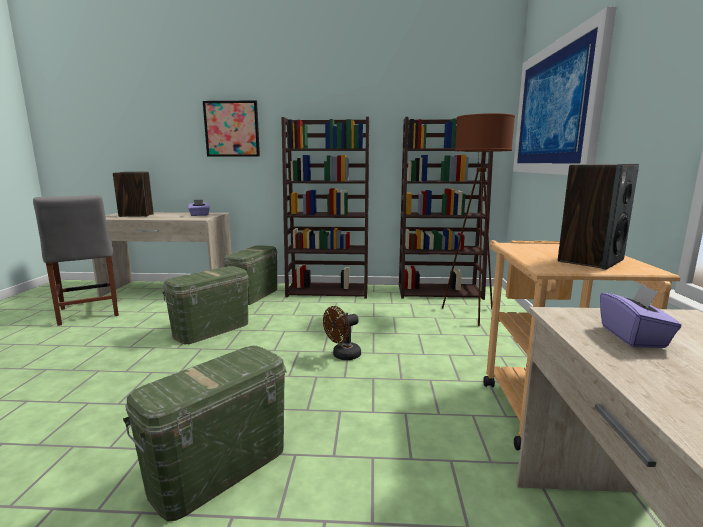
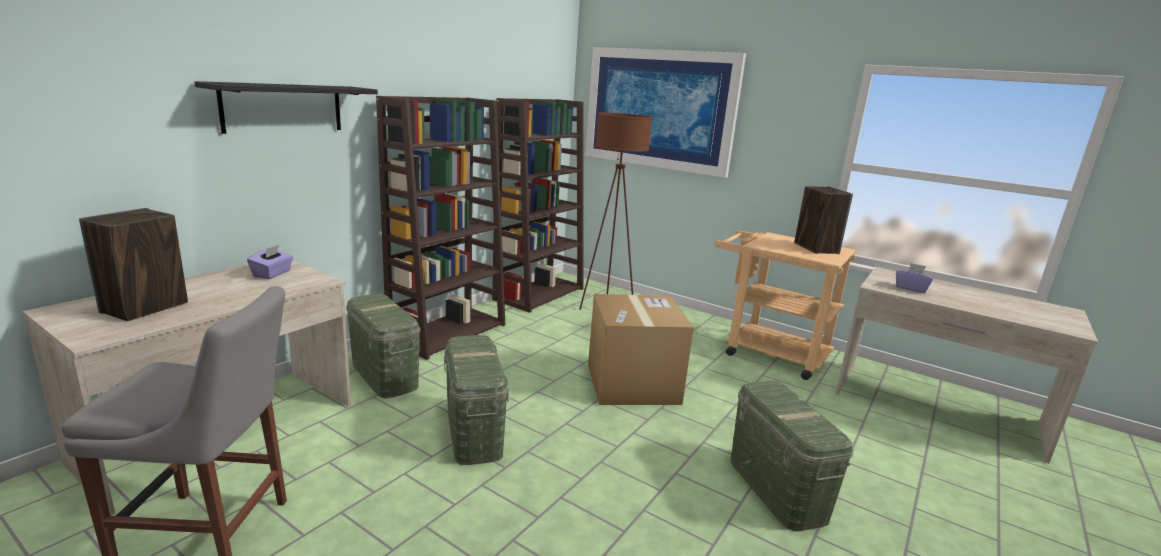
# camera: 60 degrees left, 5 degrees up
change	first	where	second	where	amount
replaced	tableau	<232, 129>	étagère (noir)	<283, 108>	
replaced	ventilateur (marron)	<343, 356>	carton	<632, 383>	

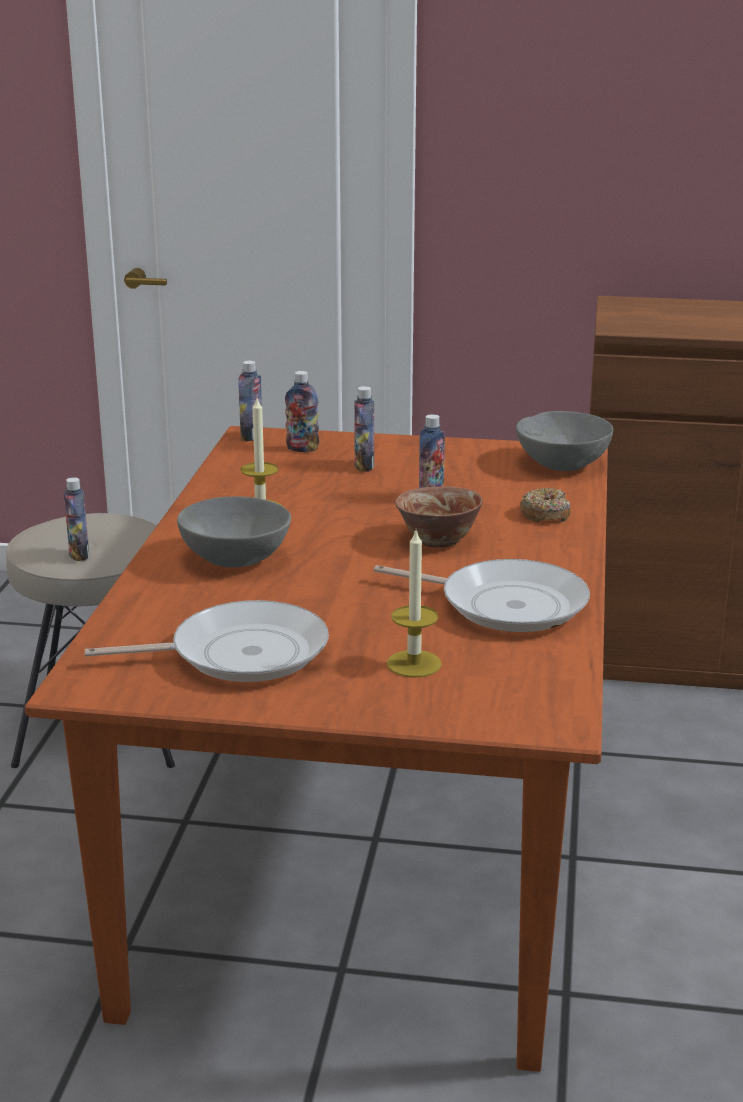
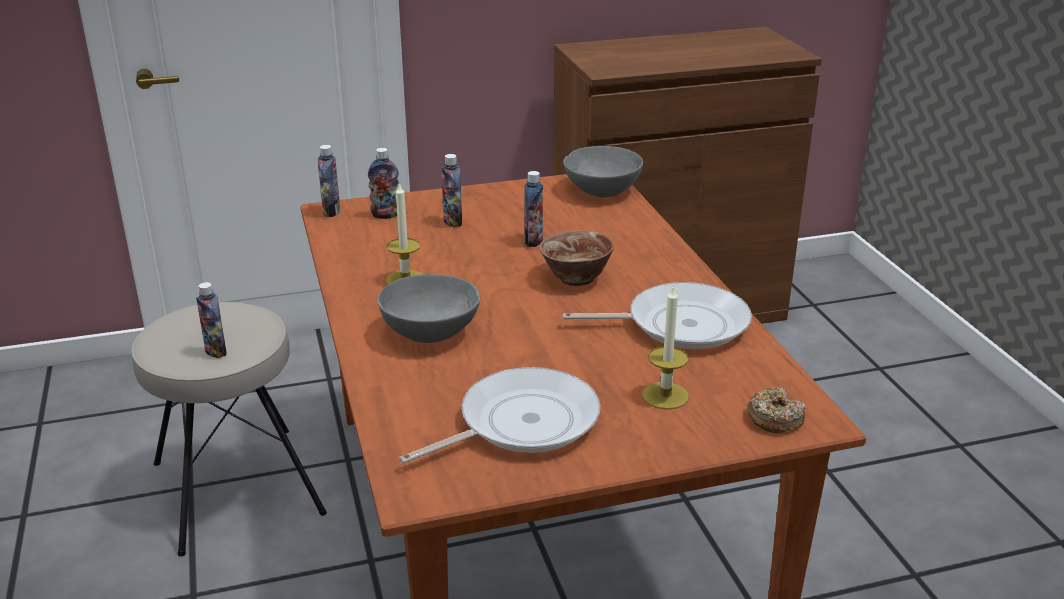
# camera: 25 degrees left, 5 degrees up
change	first	where	second	where	amount
moved	beignet	<545, 514>		<774, 419>	

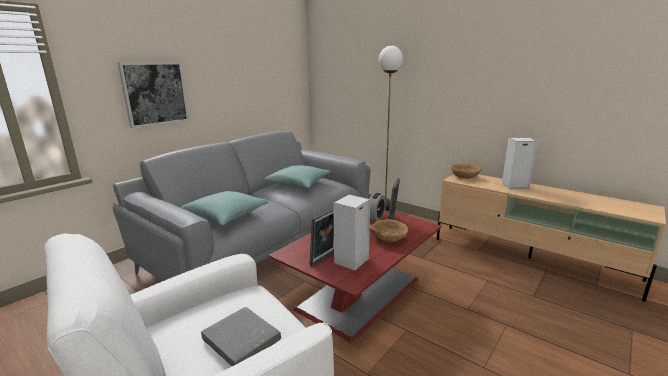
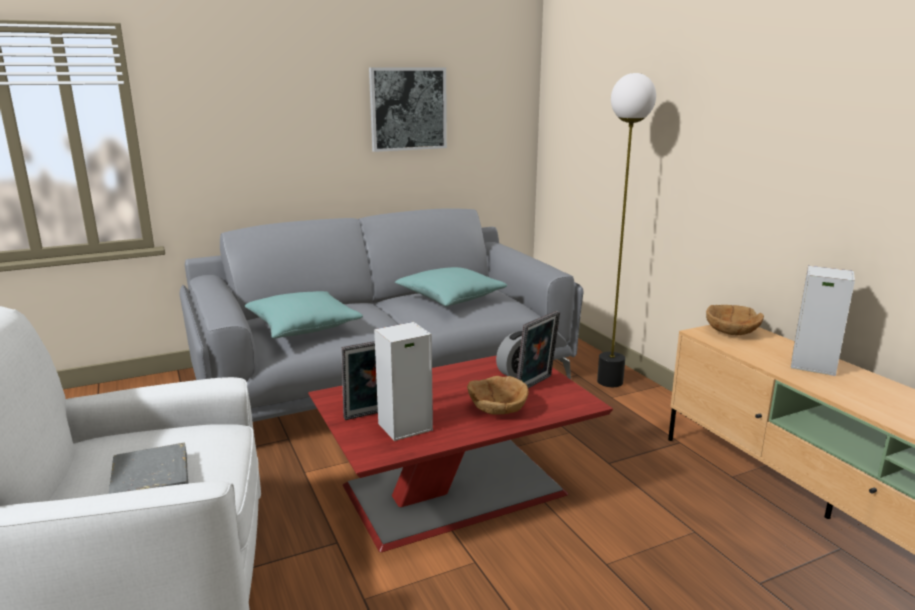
# camera: 25 degrees right, 0 degrees up
change	first	where	second	where	amount
moved	tableau	<155, 93>		<408, 109>	

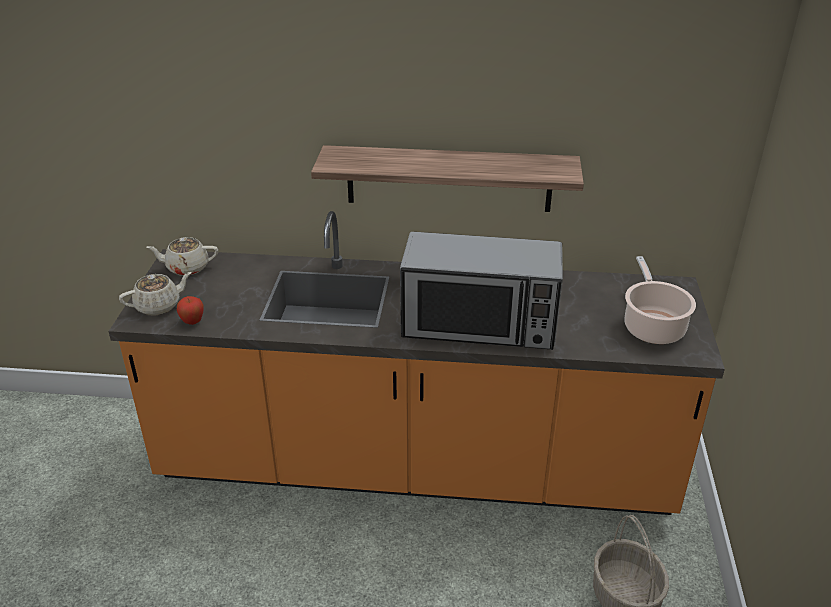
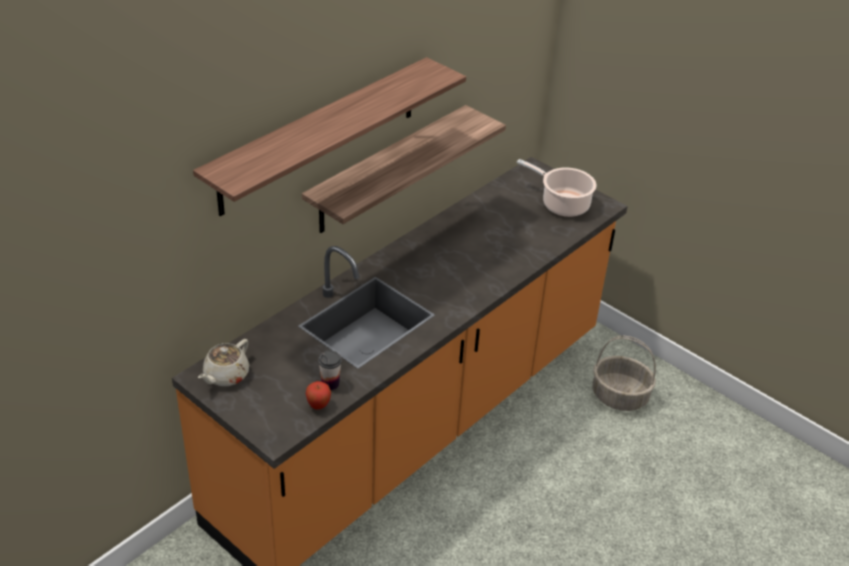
# camera: 55 degrees left, 5 degrees up
change	first	where	second	where	amount
added			étagère	<320, 135>	
added			tasse	<330, 384>	
removed	théière (beige)	<159, 306>			
removed	micro-ondes	<479, 324>			

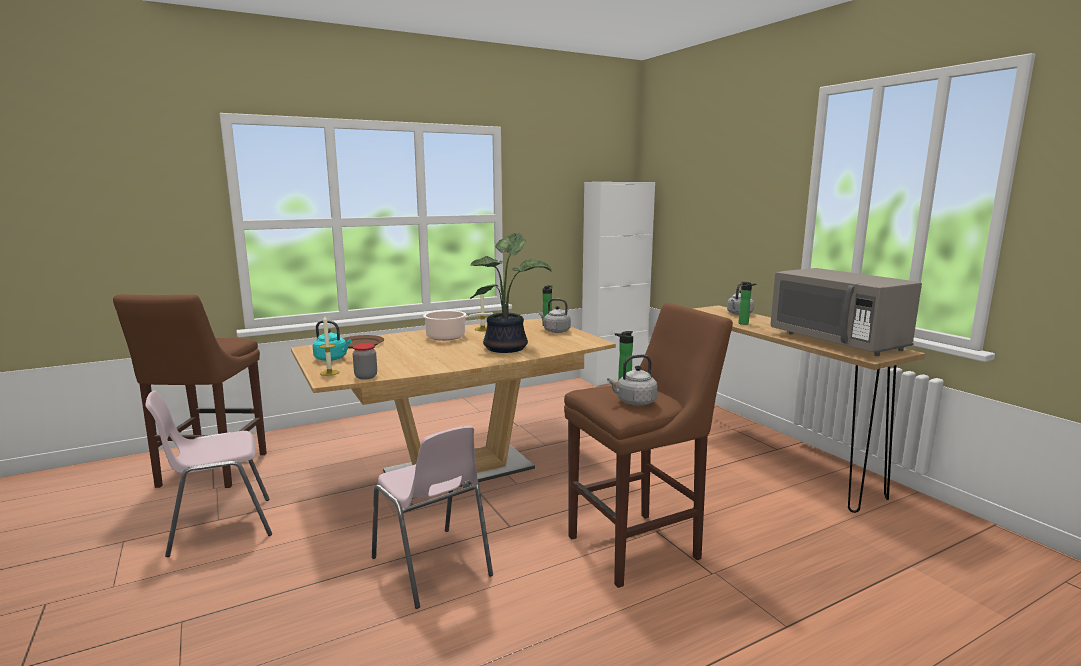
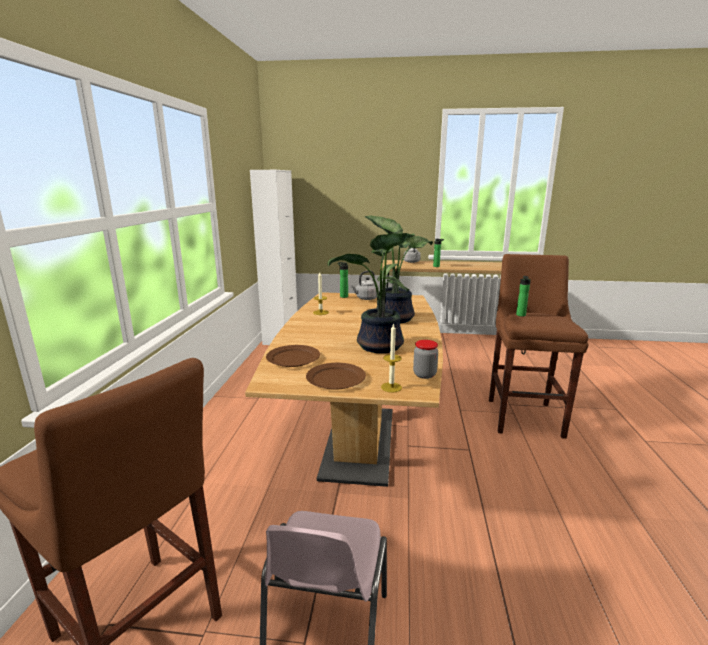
# camera: 55 degrees left, 5 degrees up
change	first	where	second	where	amount
replaced	bouilloire (turquoise)	<332, 359>	assiette (marron)	<336, 378>	
added			plante en pot	<379, 347>	
removed	chaise (rose)	<432, 567>			
removed	marmite	<449, 337>			
removed	bouilloire (gris)	<634, 402>			
removed	micro-ondes (gris)	<837, 341>			

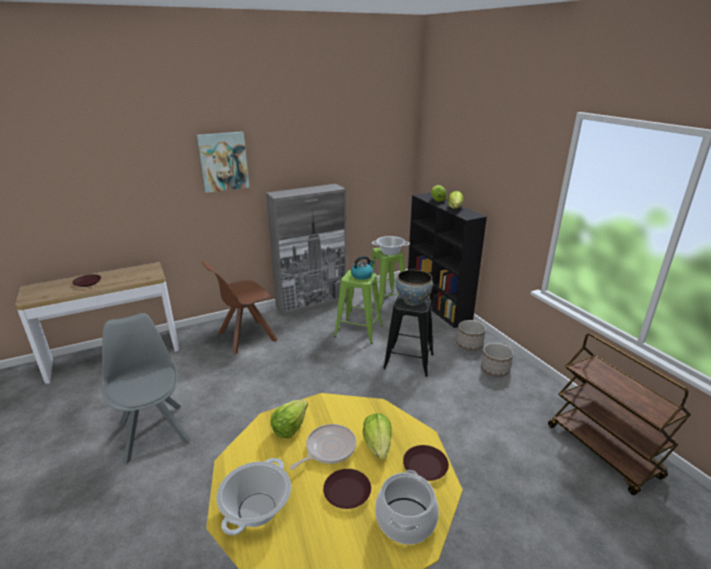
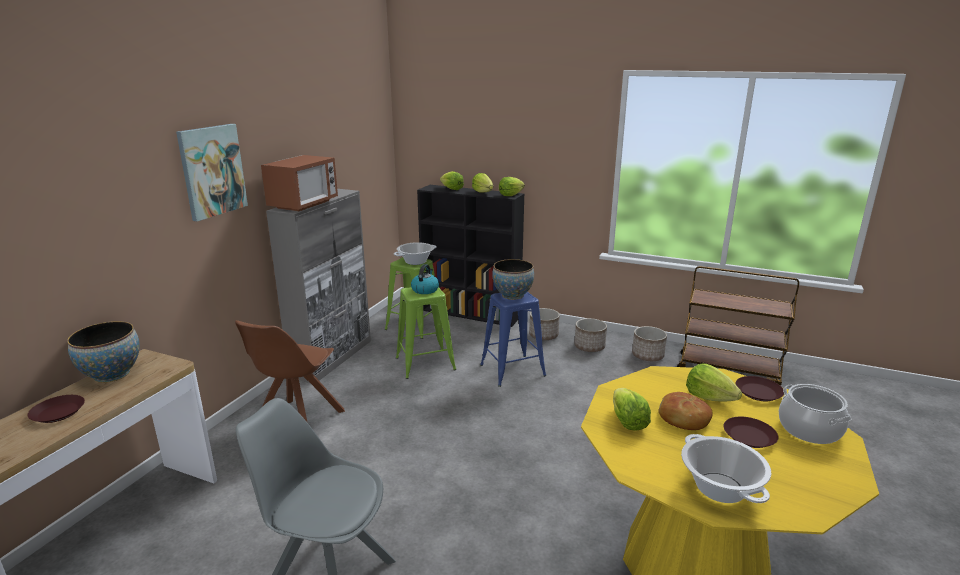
# camera: 40 degrees left, 5 degrees down
change	first	where	second	where	amount
added			bol	<112, 374>	
added			micro-ondes	<304, 204>	
recoloured	tabouret (noir)	<408, 361>	tabouret (bleu)	<512, 370>	
added			laitue	<510, 195>	
added			cache-pot	<648, 356>	
replaced	poêle	<328, 449>	pain	<683, 418>	

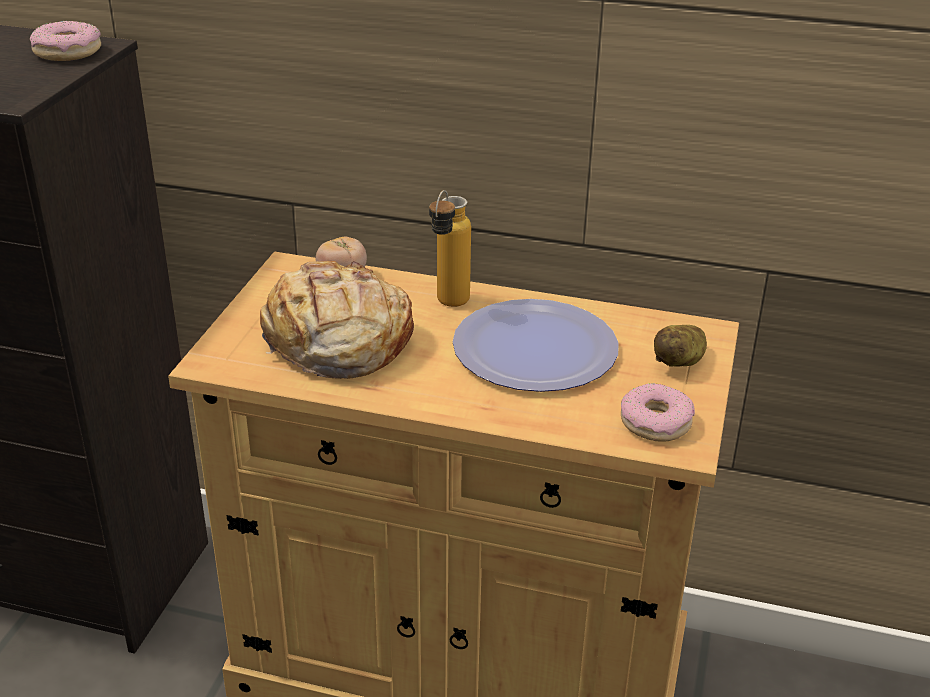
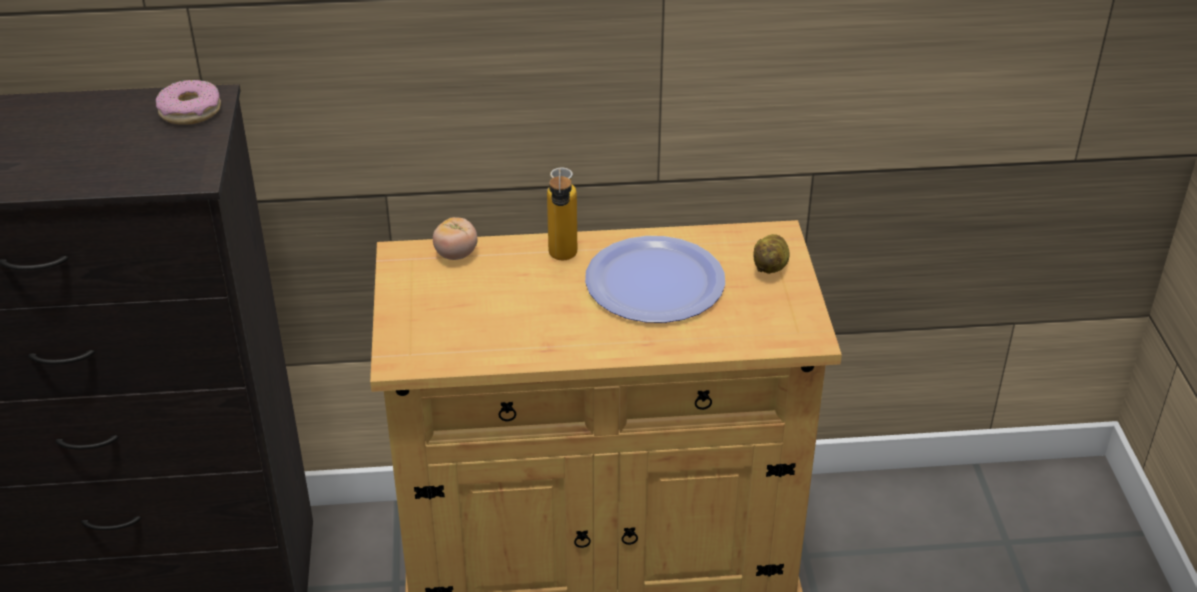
# camera: 20 degrees left, 5 degrees up
change	first	where	second	where	amount
removed	pain	<336, 342>			
removed	beignet	<656, 422>			

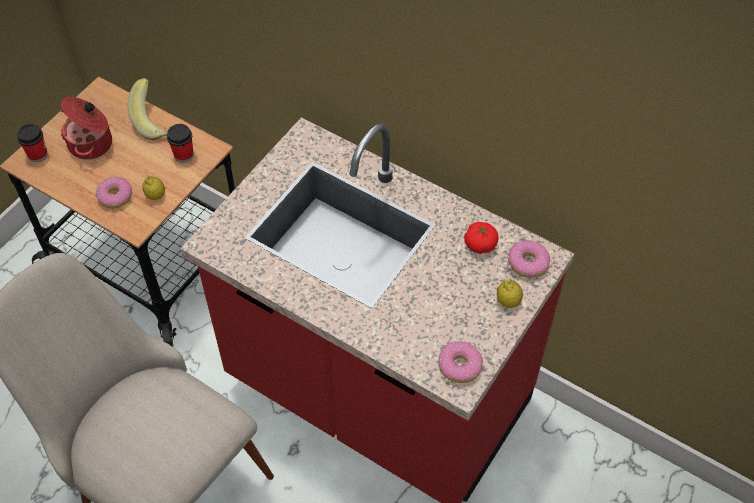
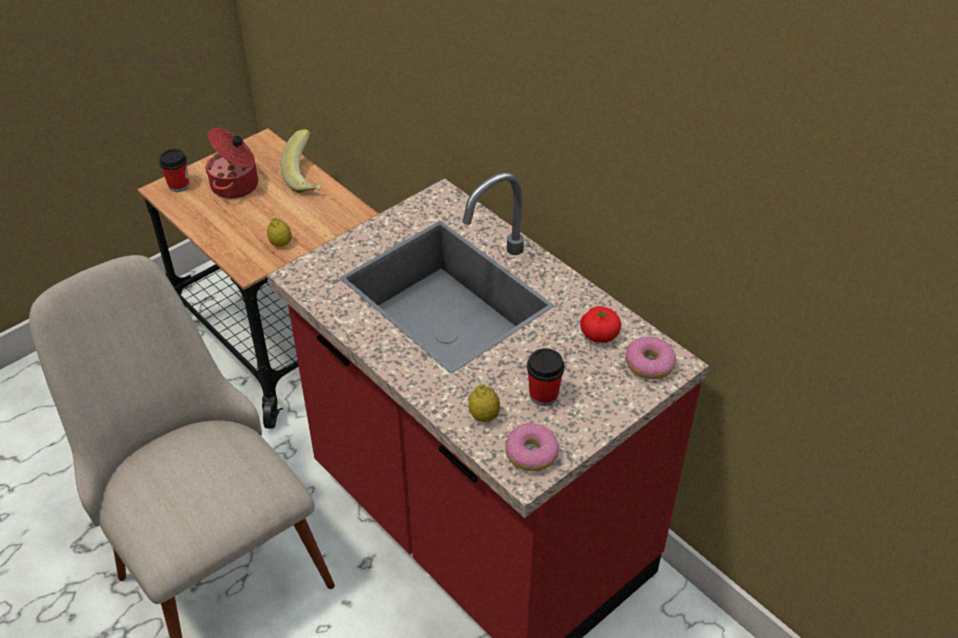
# camera: 15 degrees right, 10 degrees down
change	first	where	second	where	amount
moved	citron	<508, 301>		<484, 416>	
moved	tasse	<184, 155>		<543, 395>	
removed	beignet	<115, 197>			

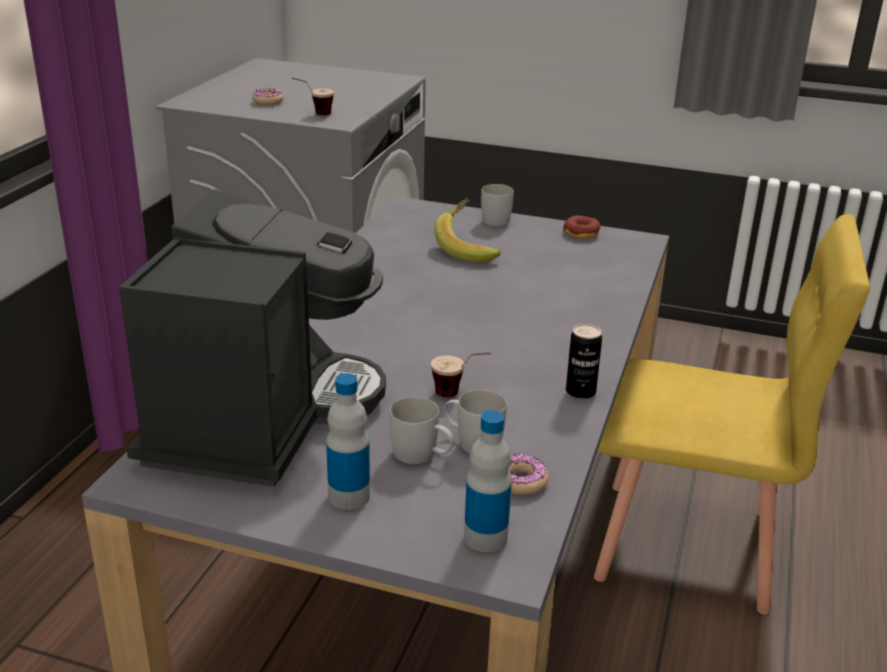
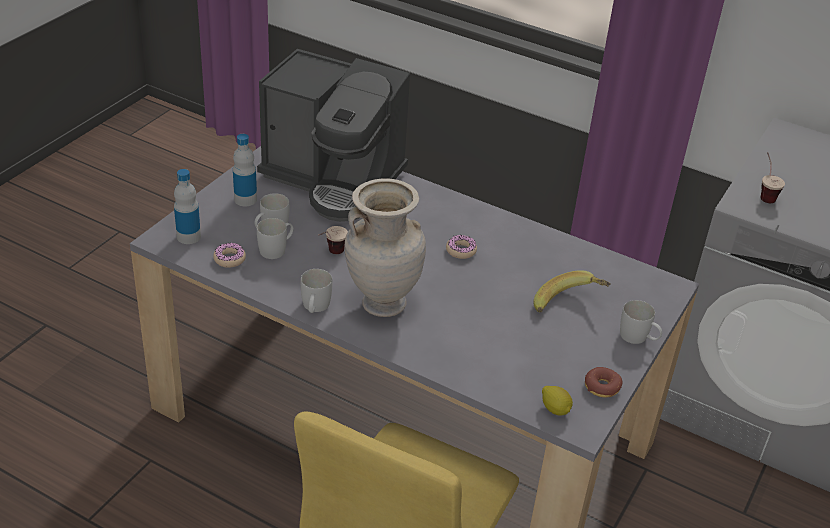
# camera: 100 degrees right, 10 degrees up
change	first	where	second	where	amount
replaced	boîte métallique	<580, 392>	mug (blanc)	<315, 308>	
added			vase (beige)	<382, 303>	
moved	beignet	<268, 101>		<461, 250>	
added			citron	<555, 409>	

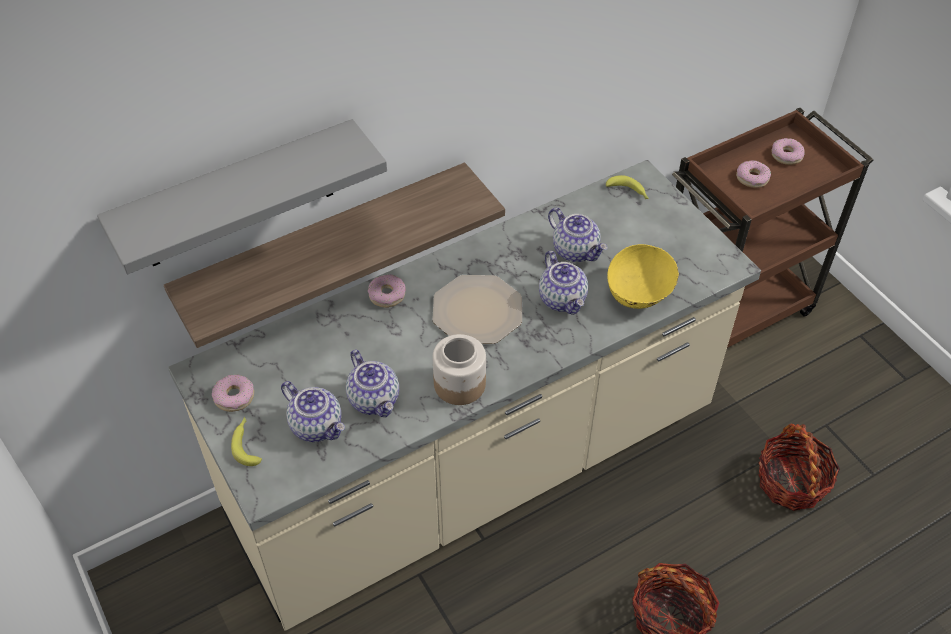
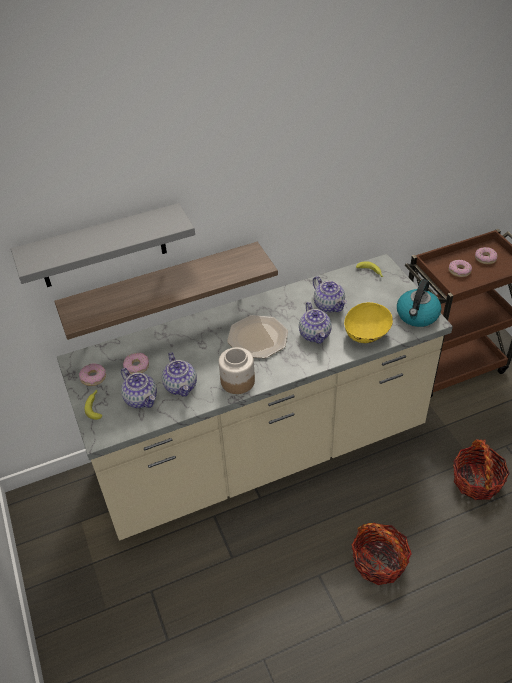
# camera: 10 degrees right, 5 degrees down
change	first	where	second	where	amount
moved	beignet	<387, 295>		<136, 366>	
added			bouilloire	<417, 315>	

